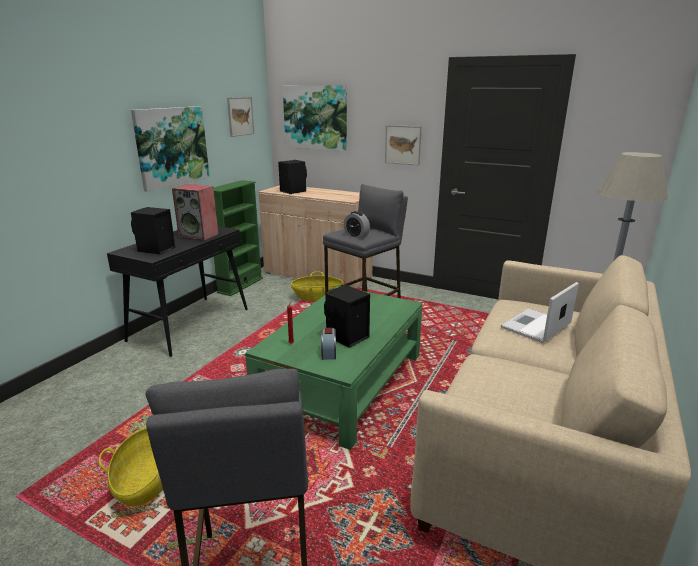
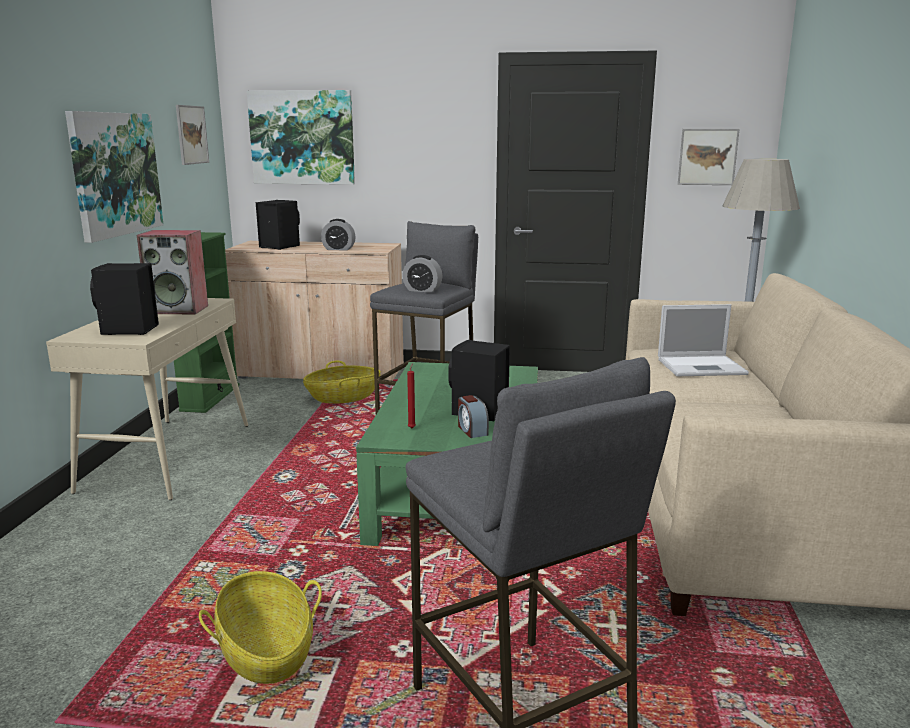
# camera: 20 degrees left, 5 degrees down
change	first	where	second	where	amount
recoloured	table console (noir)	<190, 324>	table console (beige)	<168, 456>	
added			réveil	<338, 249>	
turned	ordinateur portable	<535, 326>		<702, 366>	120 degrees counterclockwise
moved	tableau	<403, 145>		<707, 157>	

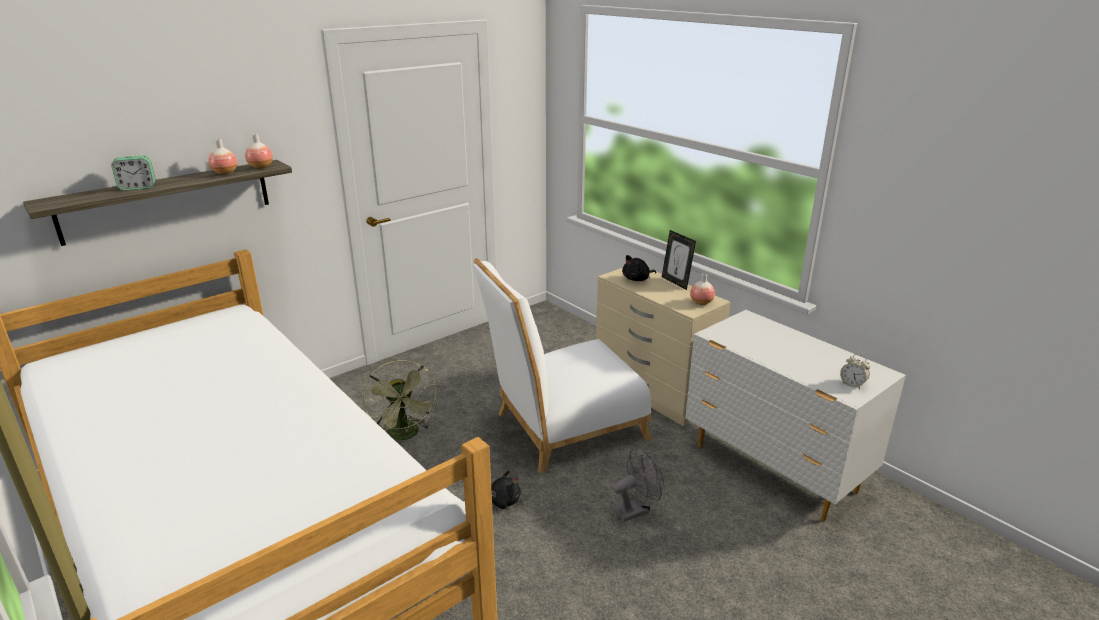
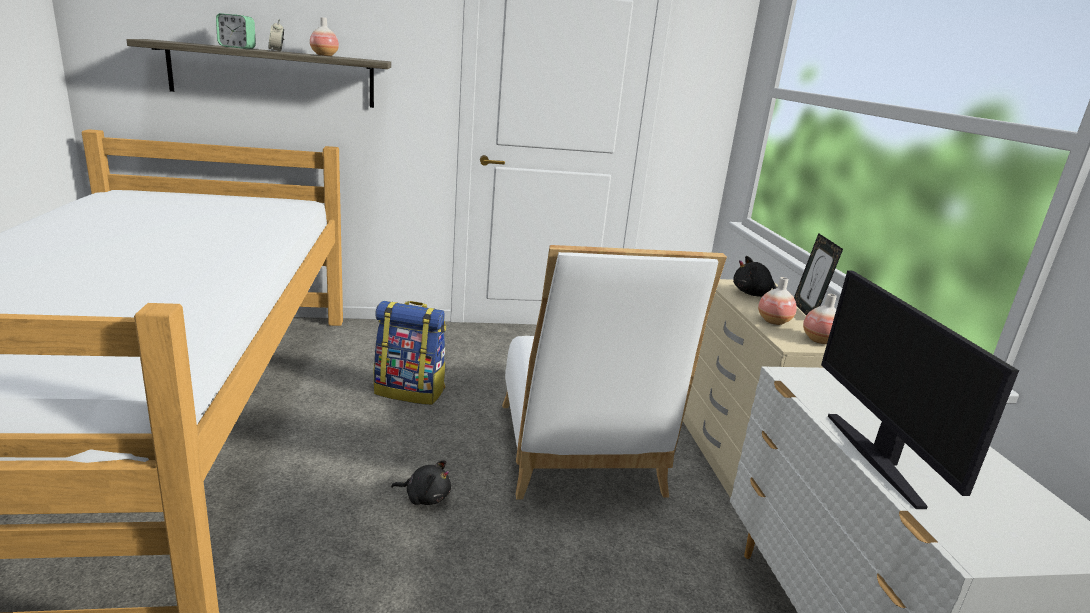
# camera: 30 degrees right, 5 degrees down
change	first	where	second	where	amount
moved	réveil	<852, 384>		<277, 51>	
replaced	ventilateur (vert)	<406, 435>	sac à dos	<410, 391>	
turned	chaise (blanc)	<563, 429>		<579, 455>	105 degrees counterclockwise
moved	vase	<260, 167>		<773, 321>	
added			écran d'ordinateur	<876, 457>	
removed	ventilateur (gris)	<636, 509>			

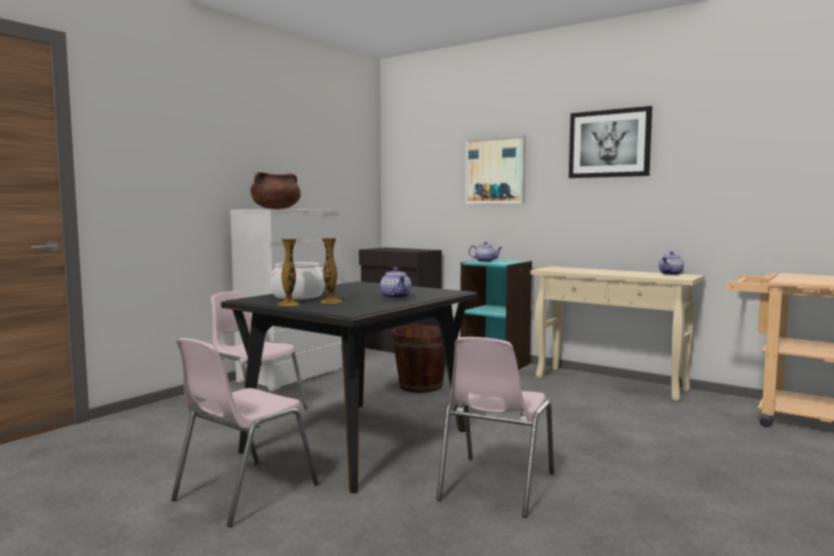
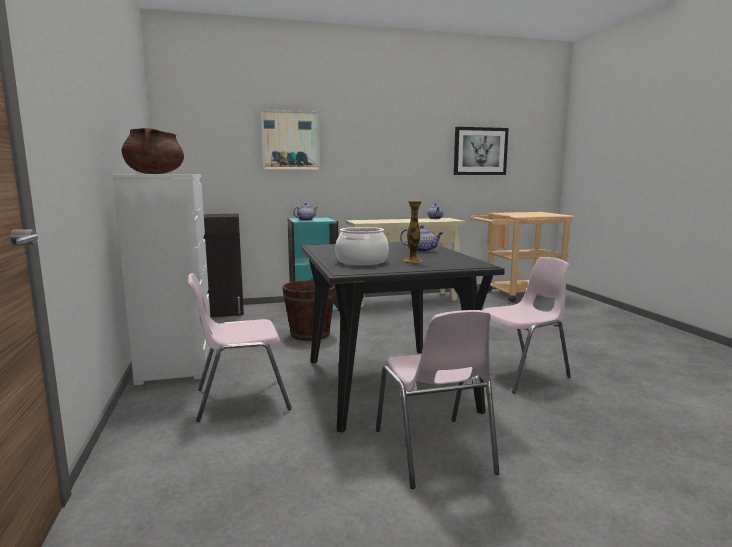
# camera: 50 degrees left, 5 degrees up
change	first	where	second	where	amount
moved	tableau	<609, 143>		<480, 151>	
turned	chaise (rose)	<495, 486>		<520, 373>	90 degrees counterclockwise
removed	vase	<288, 304>			

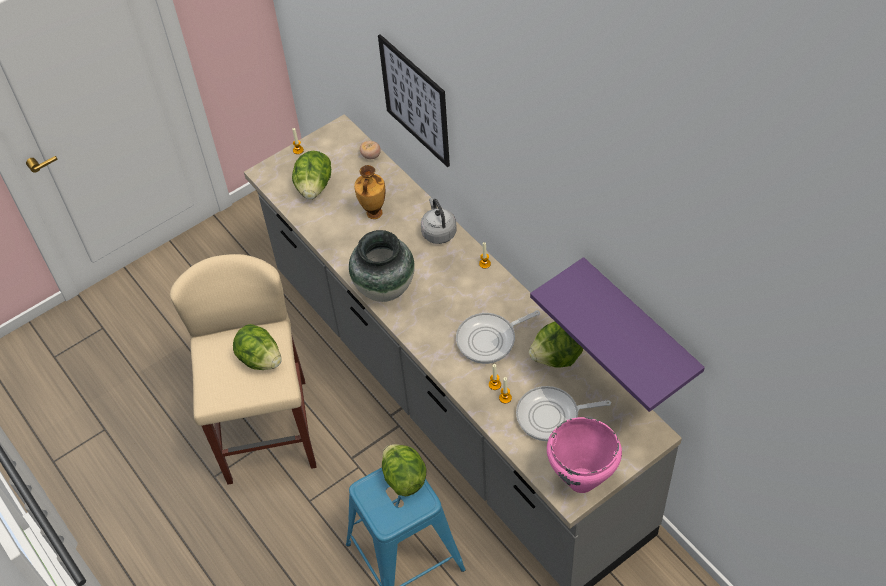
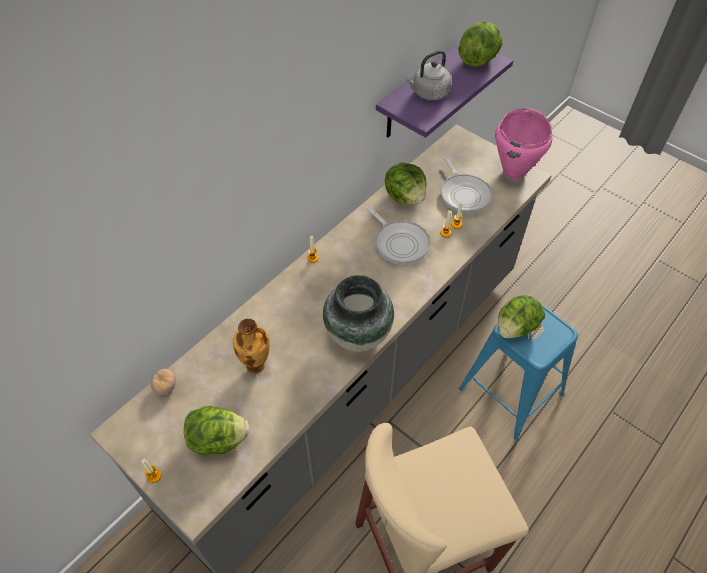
# camera: 105 degrees left, 0 degrees up
change	first	where	second	where	amount
moved	bouilloire (gris)	<438, 231>		<428, 94>	
moved	laitue	<260, 359>		<478, 59>	
removed	tableau	<415, 100>			

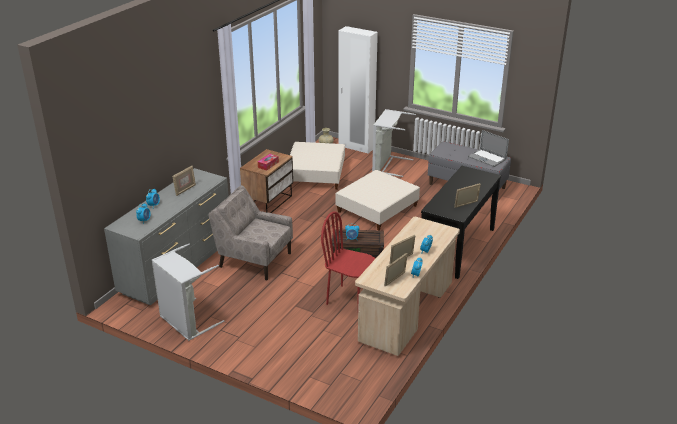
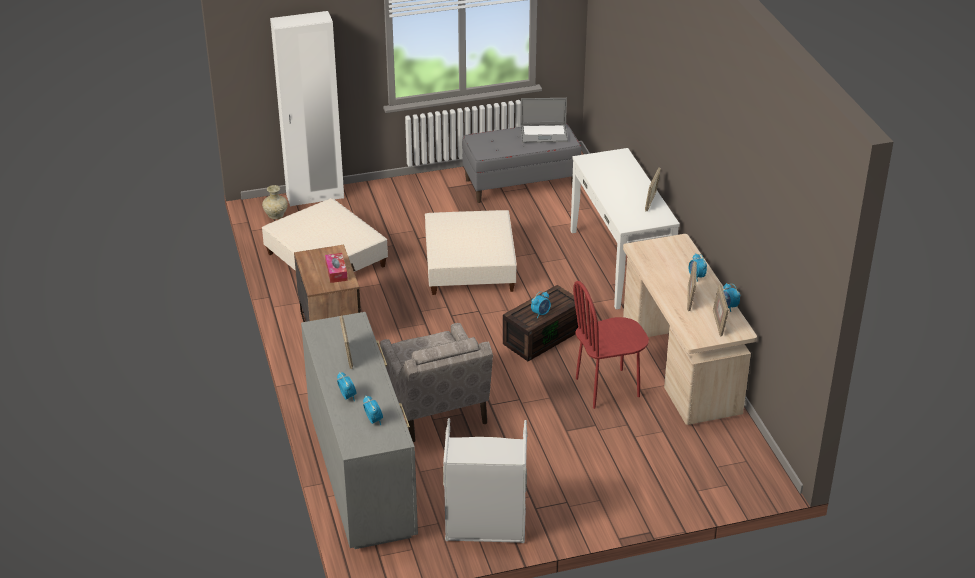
# camera: 45 degrees left, 5 degrees up
change	first	where	second	where	amount
turned	fauteuil (beige)	<254, 259>		<435, 408>	90 degrees counterclockwise
recoloured	table console (noir)	<457, 247>	table console (blanc)	<620, 264>	
removed	panier à linge (gris)	<388, 165>			

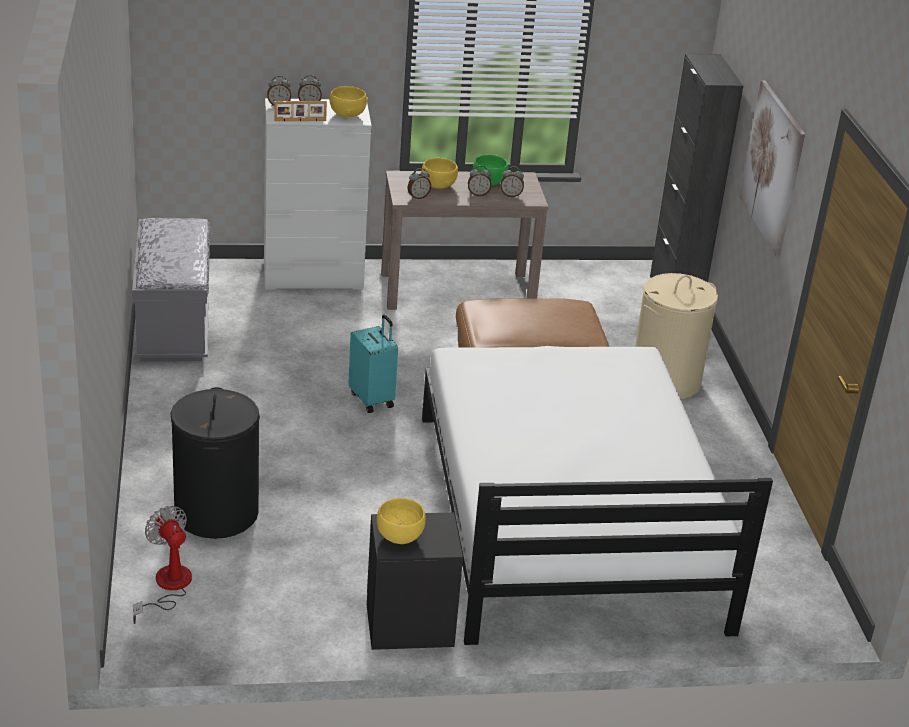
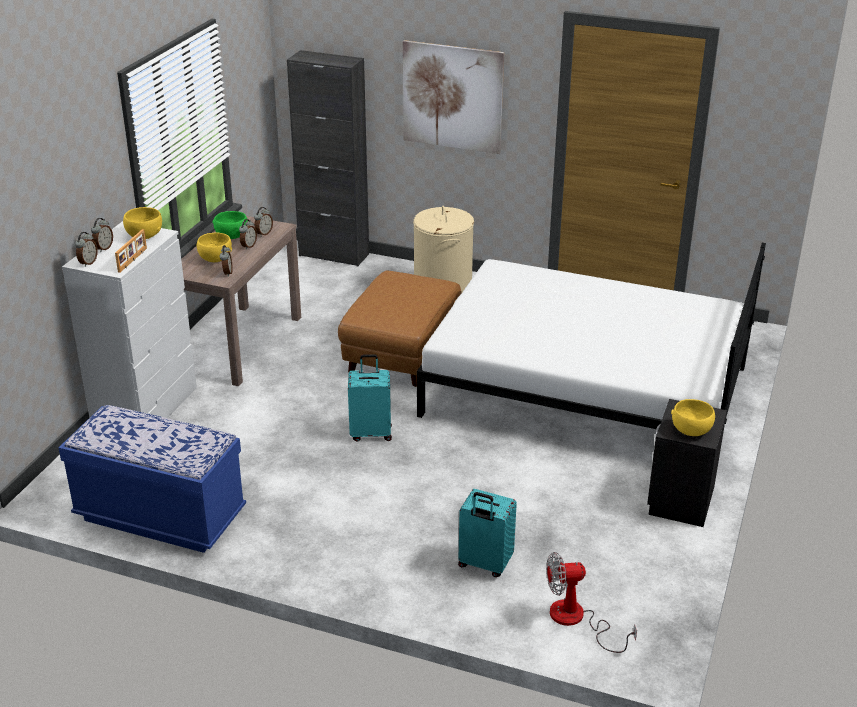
# camera: 60 degrees left, 0 degrees up
change	first	where	second	where	amount
recoloured	banc (gris)	<173, 327>	banc (bleu)	<160, 516>	
replaced	panier à linge (noir)	<216, 513>	valise (turquoise)	<484, 564>	

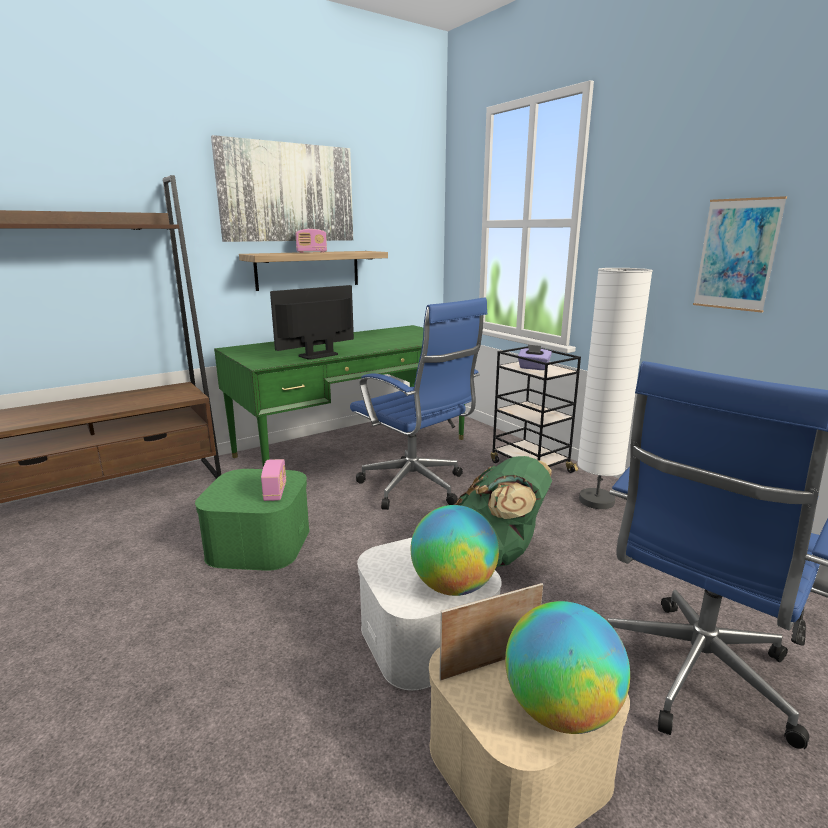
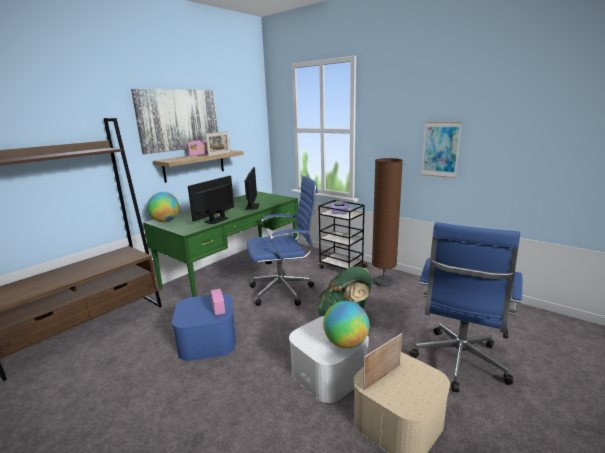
# camera: 15 degrees left, 0 degrees up
change	first	where	second	where	amount
moved	globe	<560, 710>		<165, 221>	
recoloured	boîte de rangement (vert)	<259, 542>	boîte de rangement (bleu)	<207, 340>	
added			cadre photo	<219, 154>	
added			écran d'ordinateur	<252, 206>	
turned	chaise de bureau (bleu)	<416, 488>		<284, 291>	45 degrees counterclockwise
recoloured	lampadaire (blanc)	<596, 501>	lampadaire (marron)	<383, 282>	

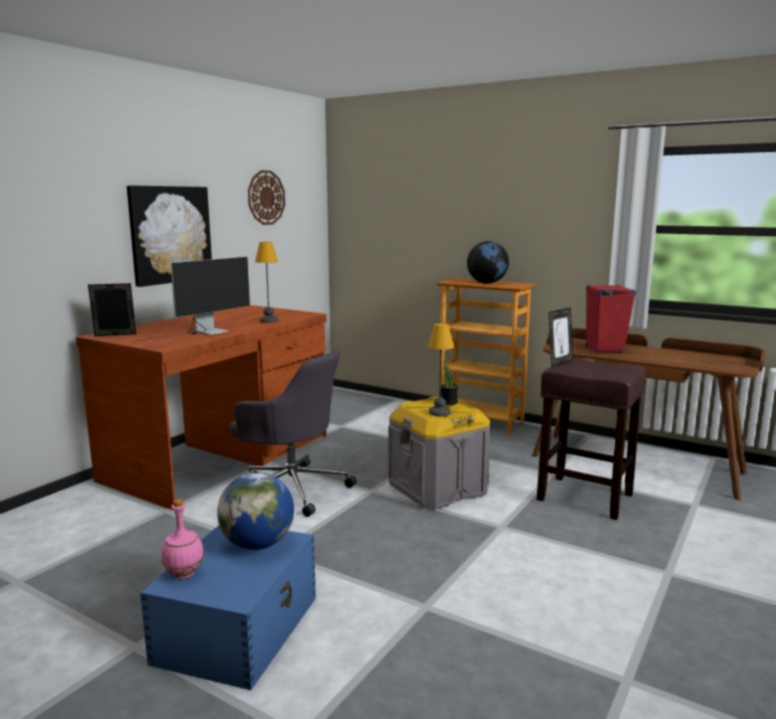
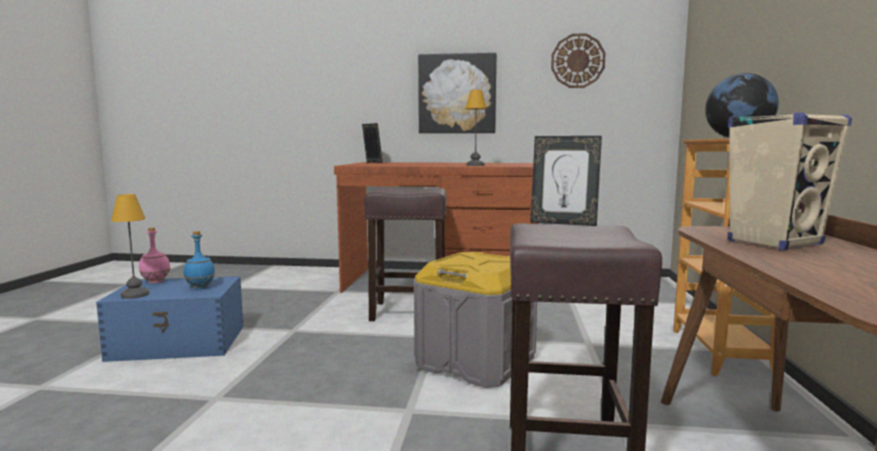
# camera: 65 degrees right, 5 degrees down
change	first	where	second	where	amount
moved	lampe de table	<440, 413>		<134, 295>	
replaced	globe	<257, 544>	bouteille (bleu)	<201, 288>	
replaced	chaise de bureau (gris)	<291, 489>	tabouret (marron)	<407, 312>	
recoloured	enceinte (rouge)	<604, 349>	enceinte (beige)	<774, 243>	
removed	écran d'ordinateur	<201, 333>			
removed	plante en pot	<448, 402>			

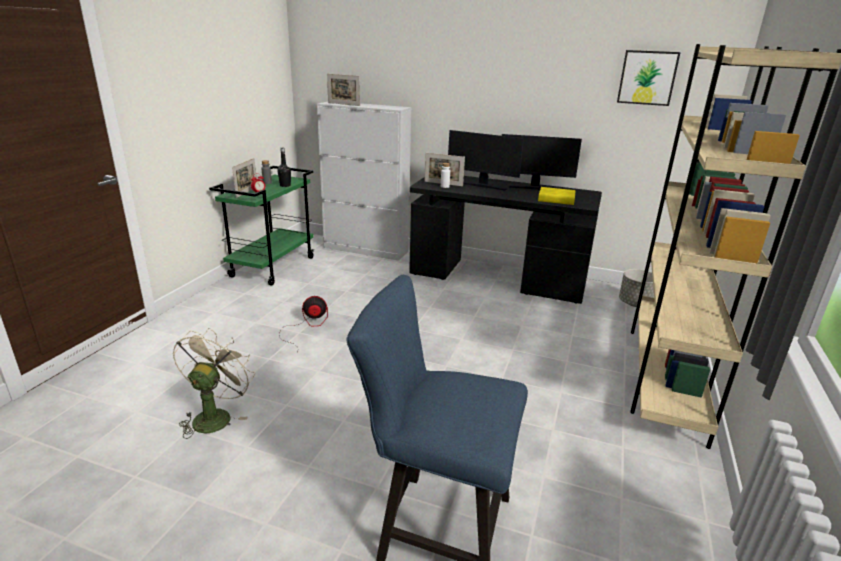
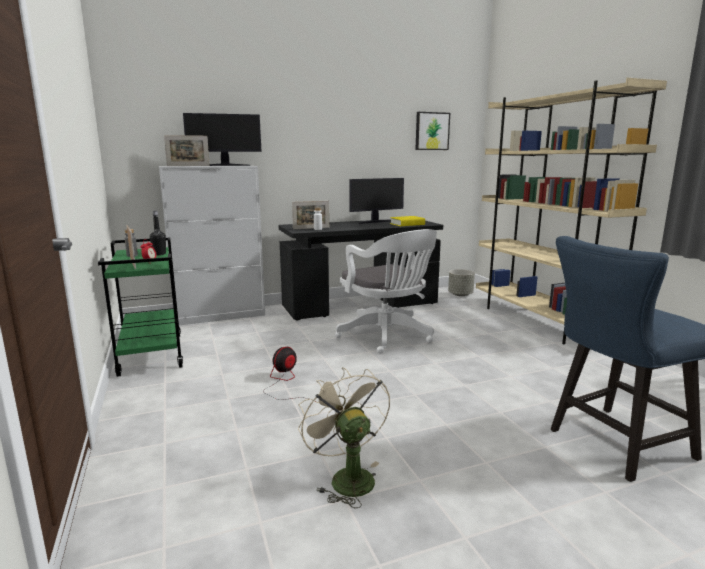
# camera: 40 degrees left, 10 degrees down
change	first	where	second	where	amount
moved	écran d'ordinateur	<482, 186>		<225, 165>	
added			chaise de bureau (blanc)	<387, 336>	

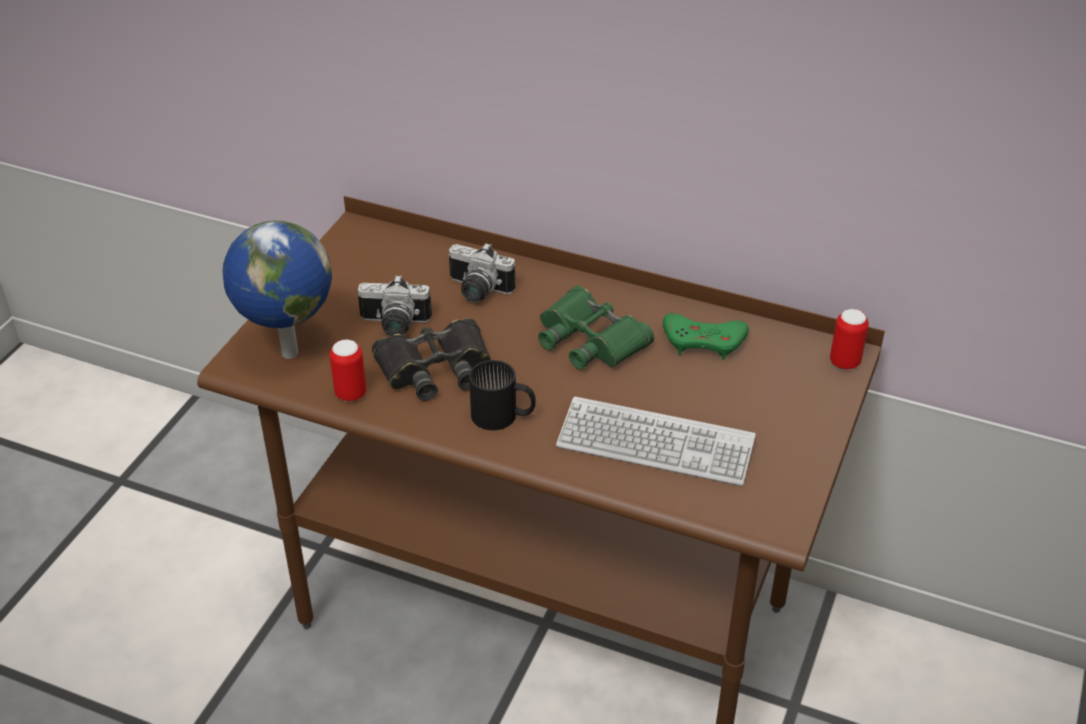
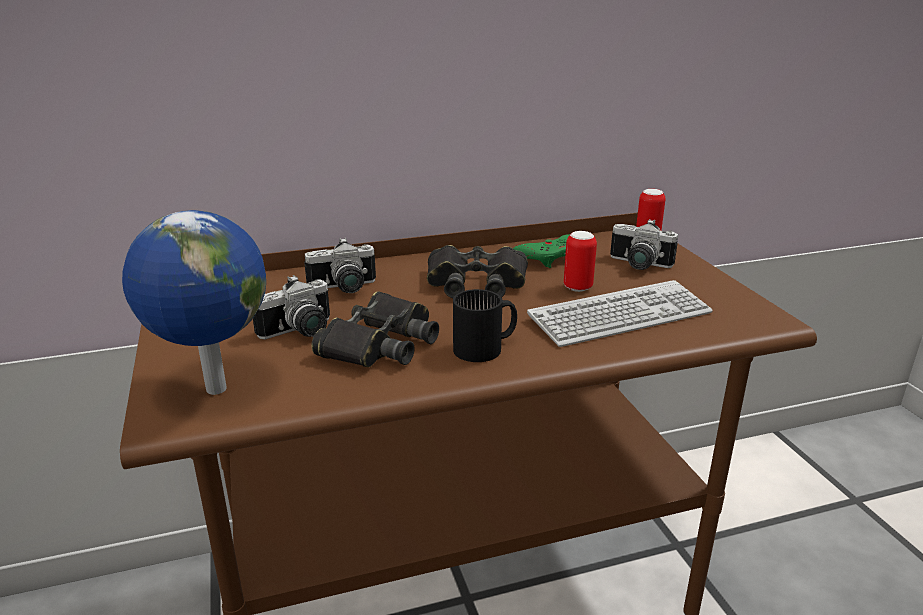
# camera: 40 degrees left, 15 degrees down
change	first	where	second	where	amount
recoloured	jumelles (vert)	<590, 339>	jumelles (noir)	<476, 282>	
moved	boîte métallique	<350, 394>		<578, 287>	
added			appareil photo	<638, 265>	

